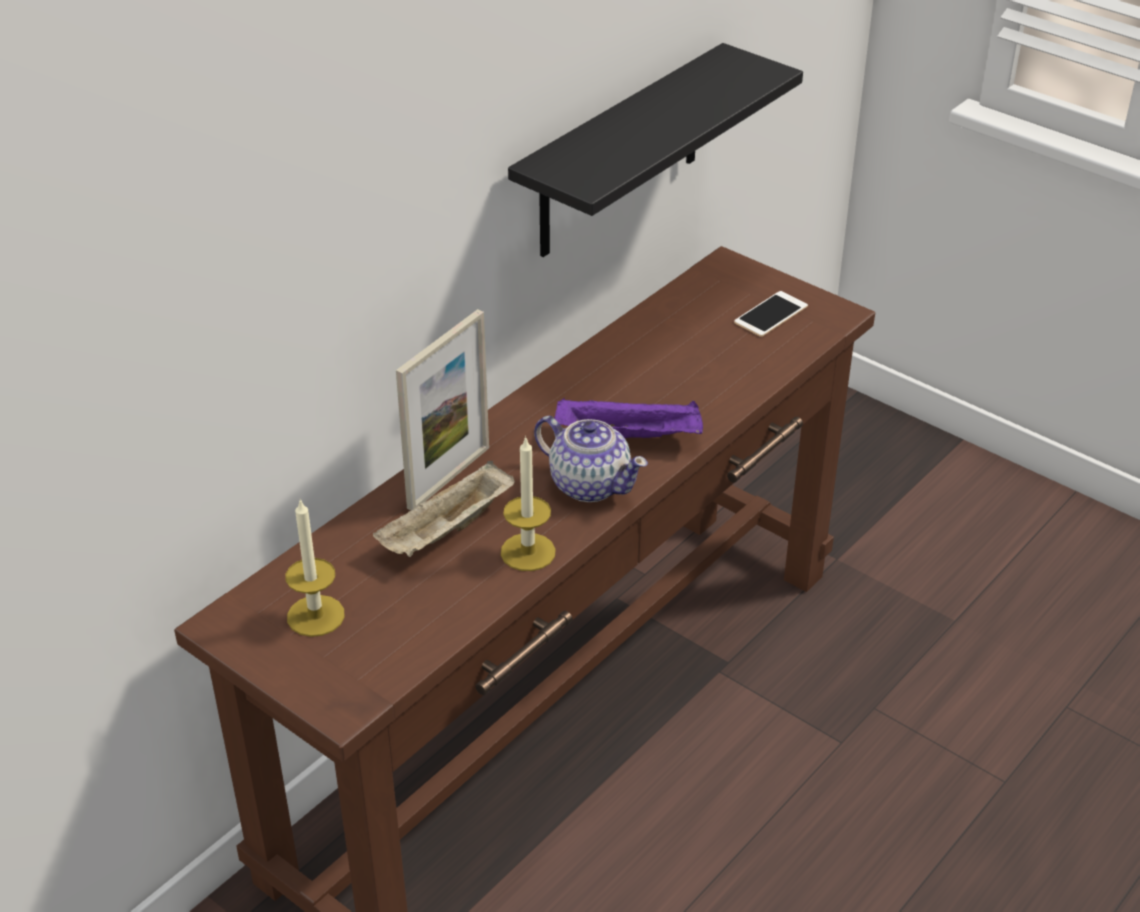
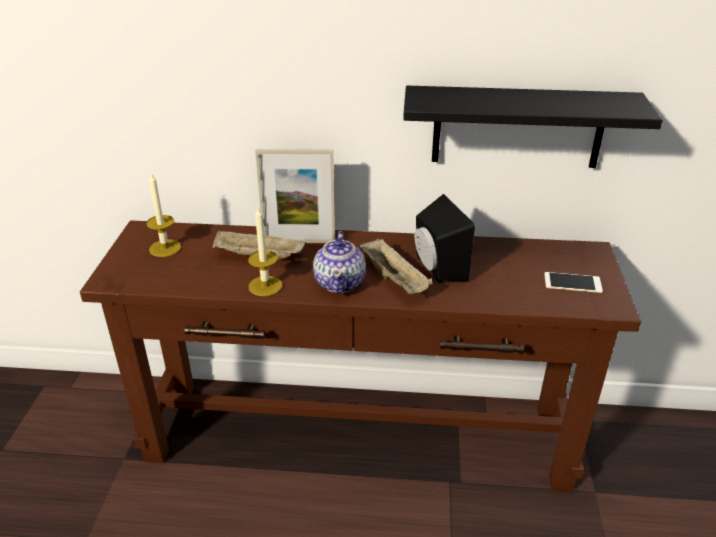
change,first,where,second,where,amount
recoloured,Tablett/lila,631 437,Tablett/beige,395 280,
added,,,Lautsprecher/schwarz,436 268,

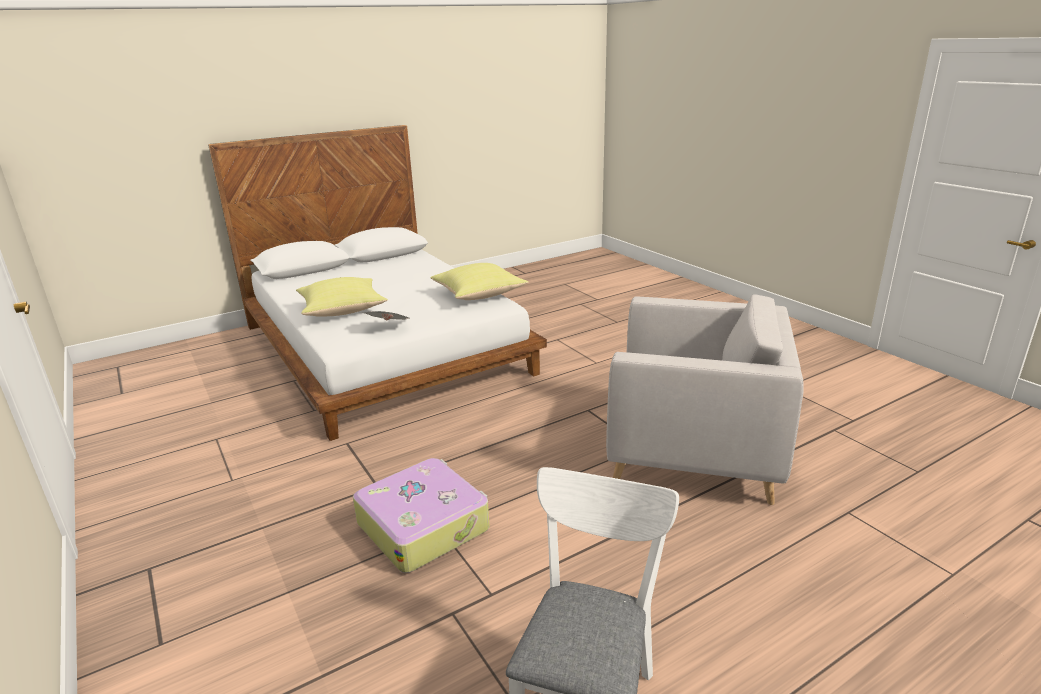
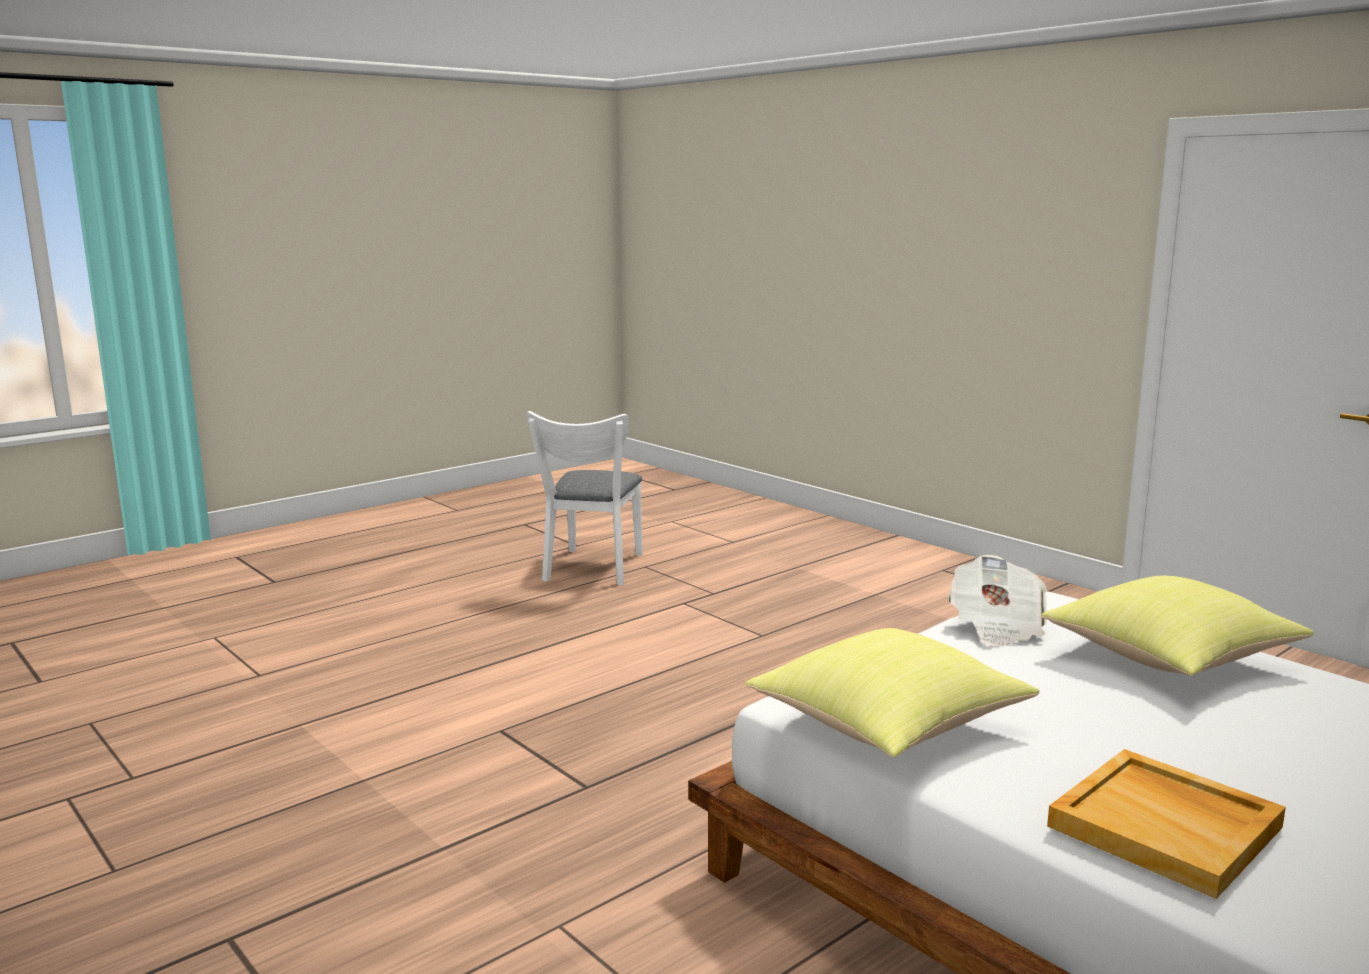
change,first,where,second,where,amount
added,,,Tablett/beige,1167 827,
removed,Koffer,424 525,,,
removed,Sessel/grau,694 448,,,

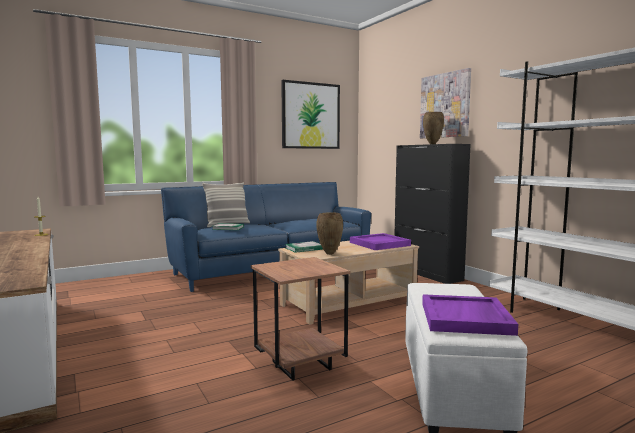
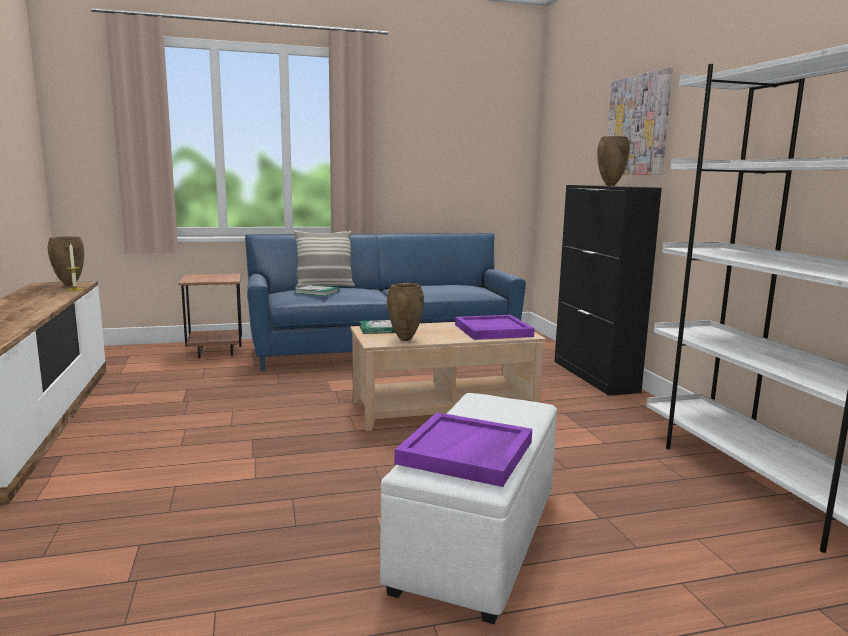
change,first,where,second,where,amount
added,,,Vase/braun,69 285,
moved,Beistelltisch/braun,299 365,,215 352,
removed,Bild,310 115,,,

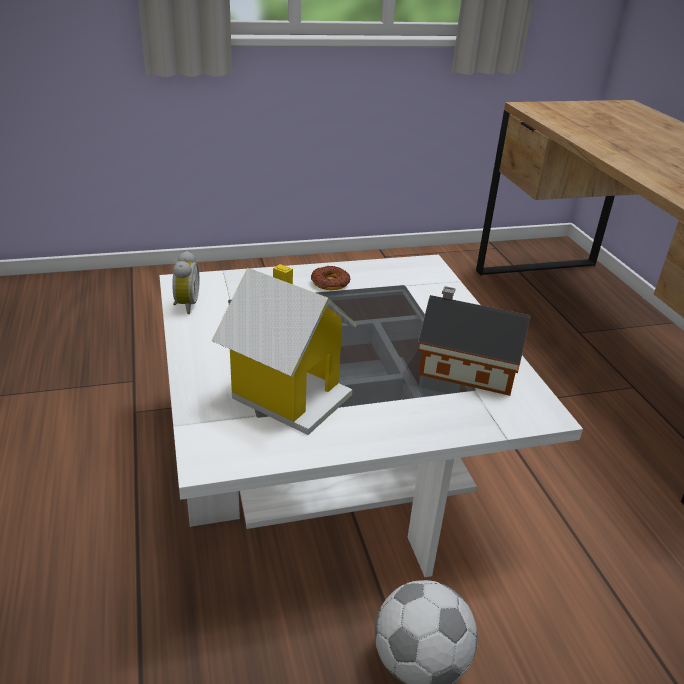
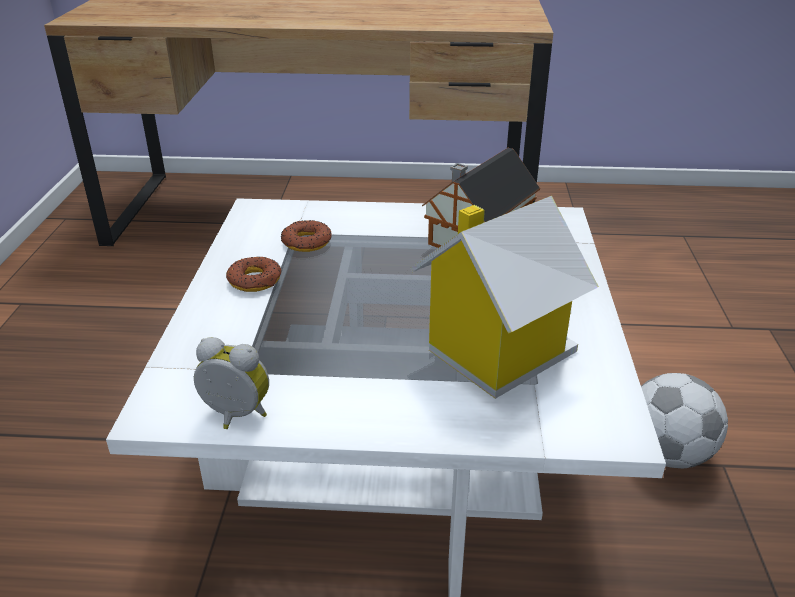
change,first,where,second,where,amount
added,,,Donut,306 242,

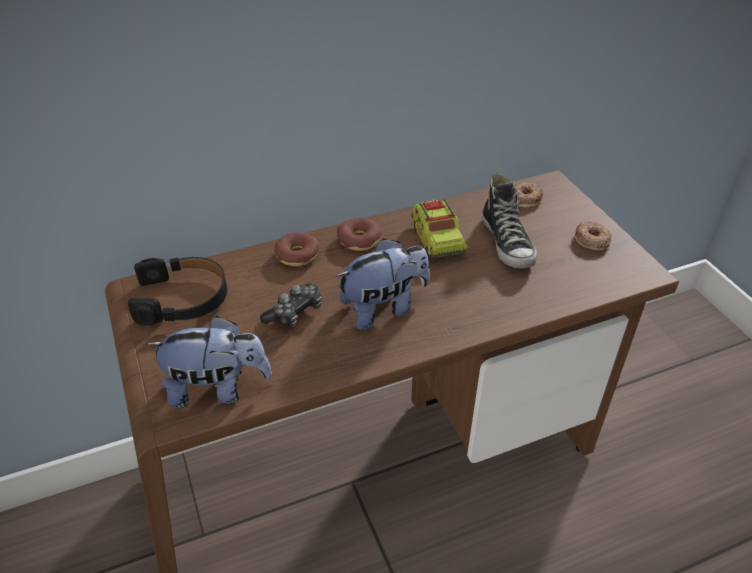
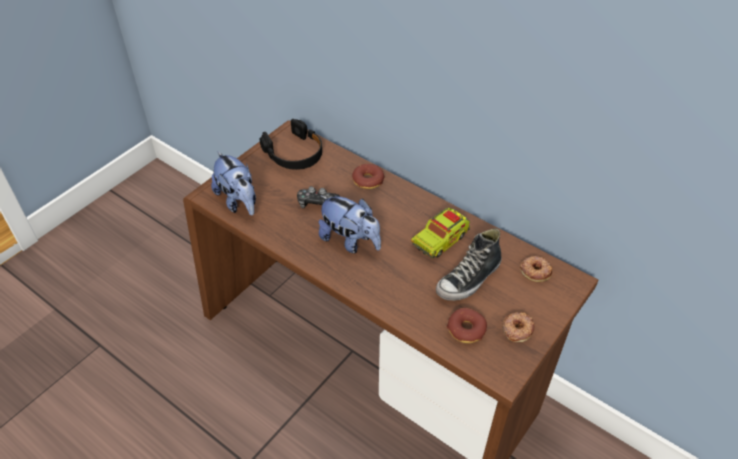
change,first,where,second,where,amount
moved,Donut,359 240,,466 329,

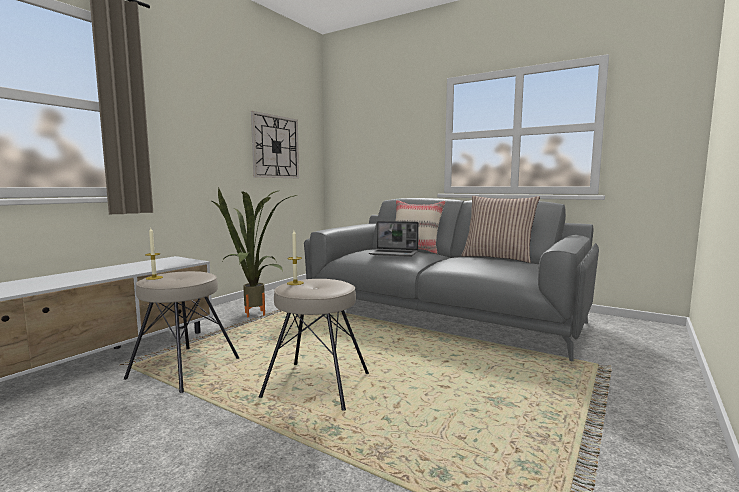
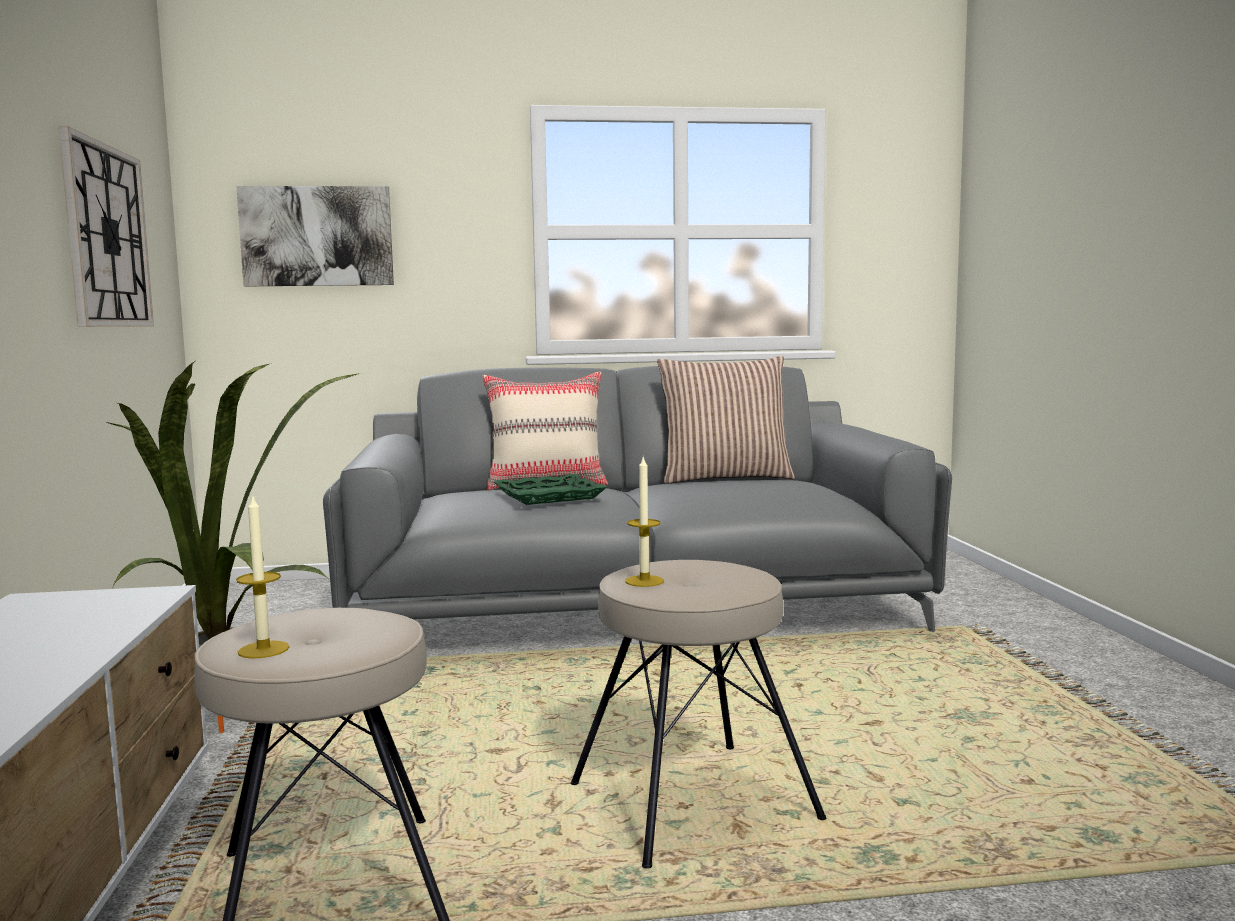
change,first,where,second,where,amount
added,,,Bild,317 236,
replaced,Laptop,394 253,Tablett/grün,549 496,

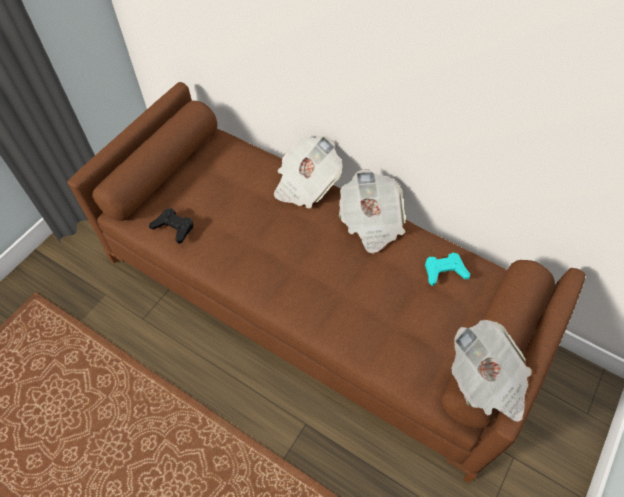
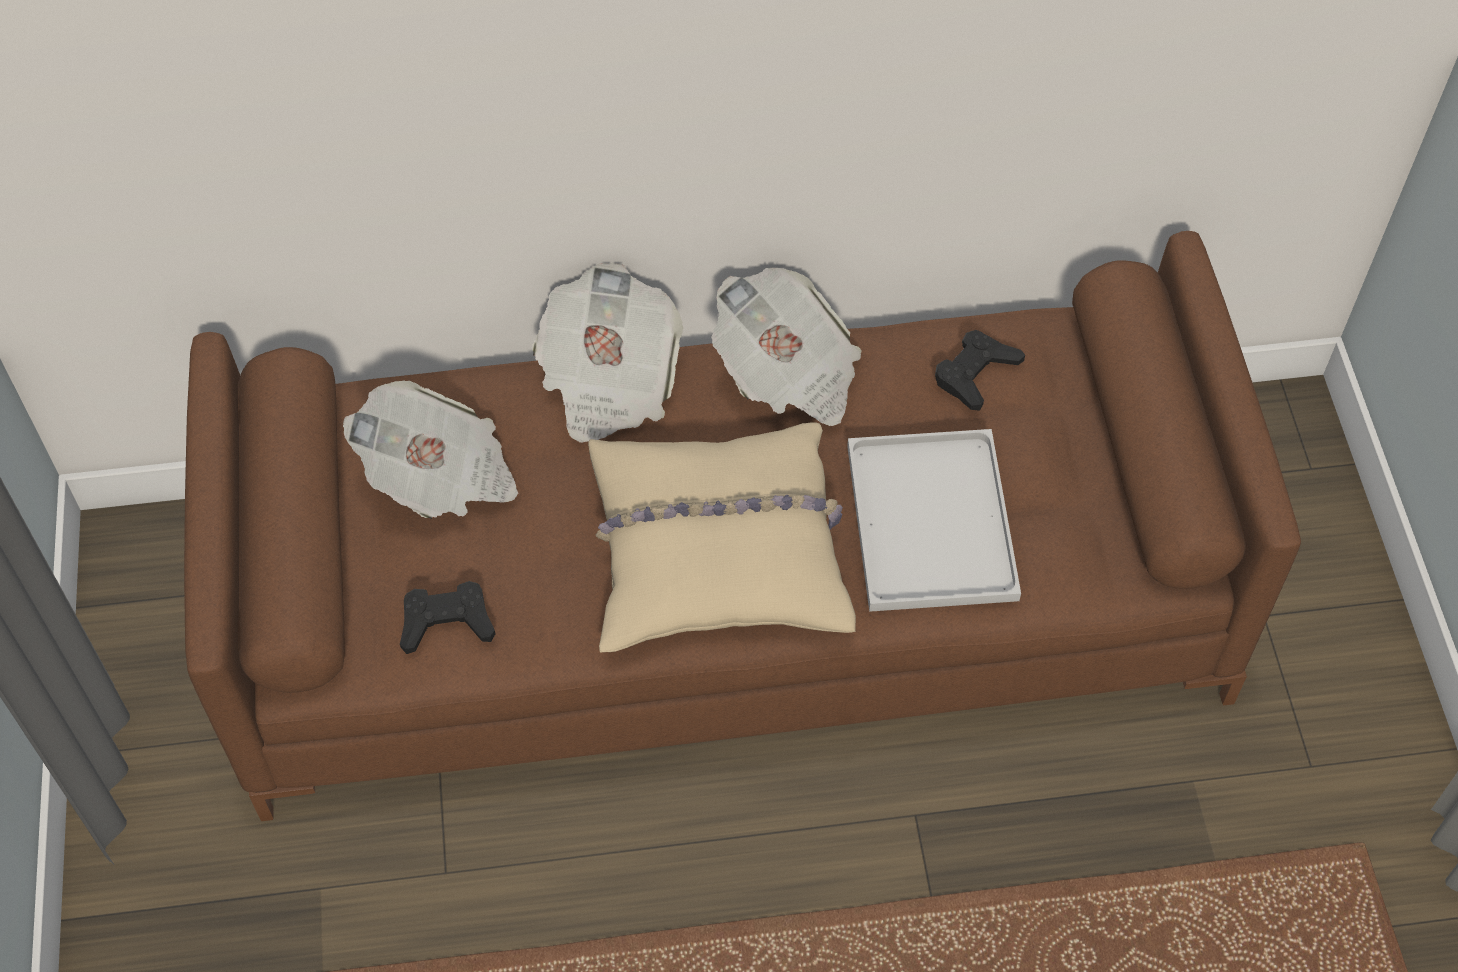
change,first,where,second,where,amount
moved,Zeitung,486 381,,440 476,
added,,,Kissen/beige,718 550,
added,,,Tablett/weiß,928 518,
recoloured,Gamepad/türkis,444 271,Gamepad/schwarz,975 374,

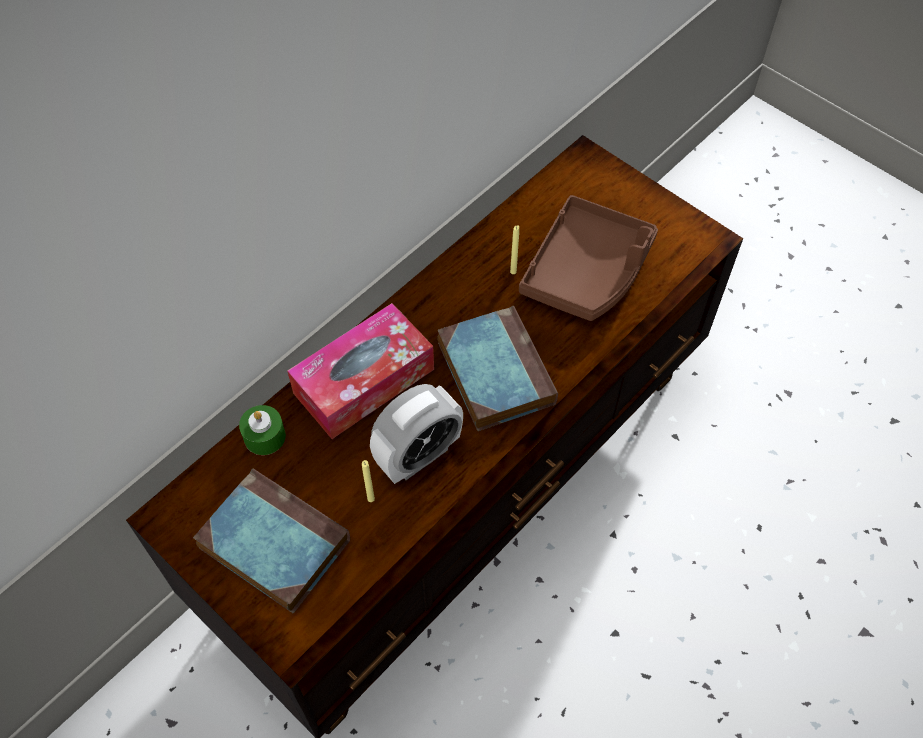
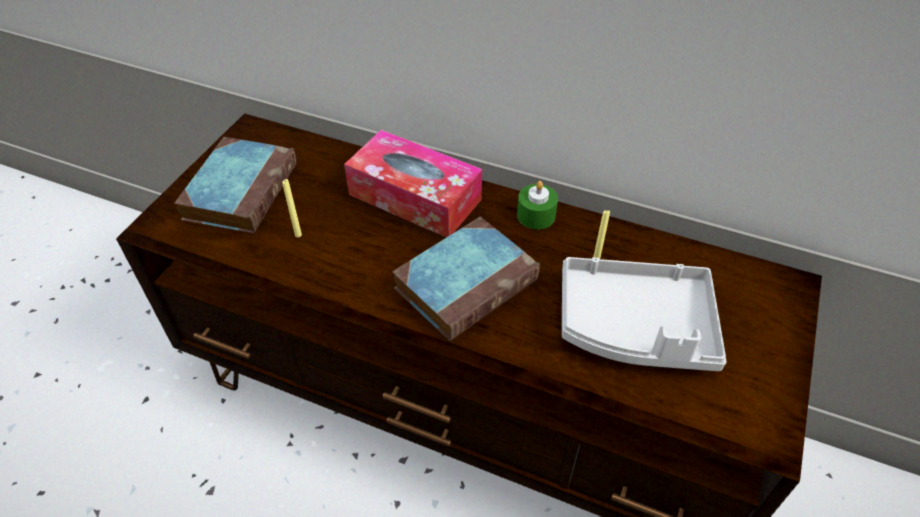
change,first,where,second,where,amount
moved,Kerze/grün,264 436,,536 215,
recoloured,Tablett/braun,587 271,Tablett/grau,636 326,
removed,Wecker,418 455,,,

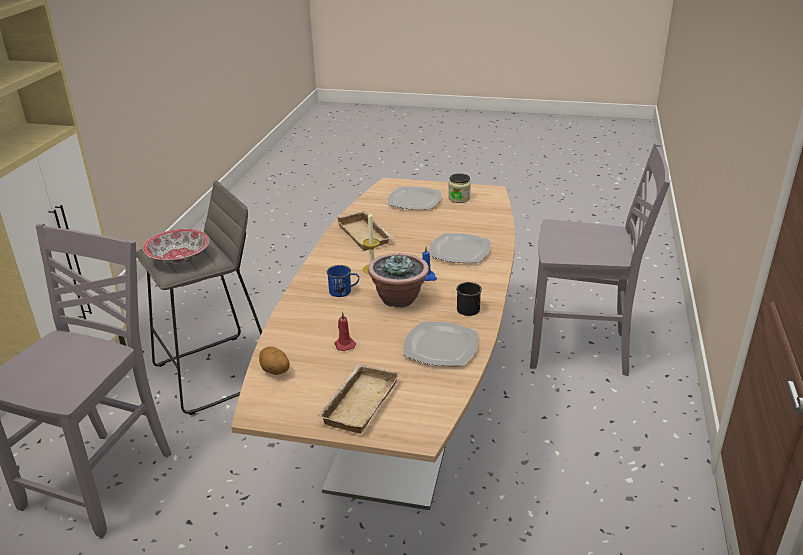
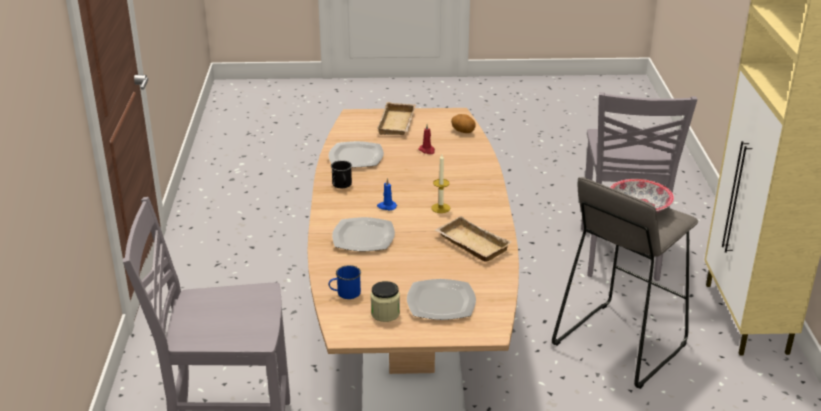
change,first,where,second,where,amount
moved,Henkelbecher/blau,344 291,,345 293,
removed,Topfpflanze,398 299,,,

